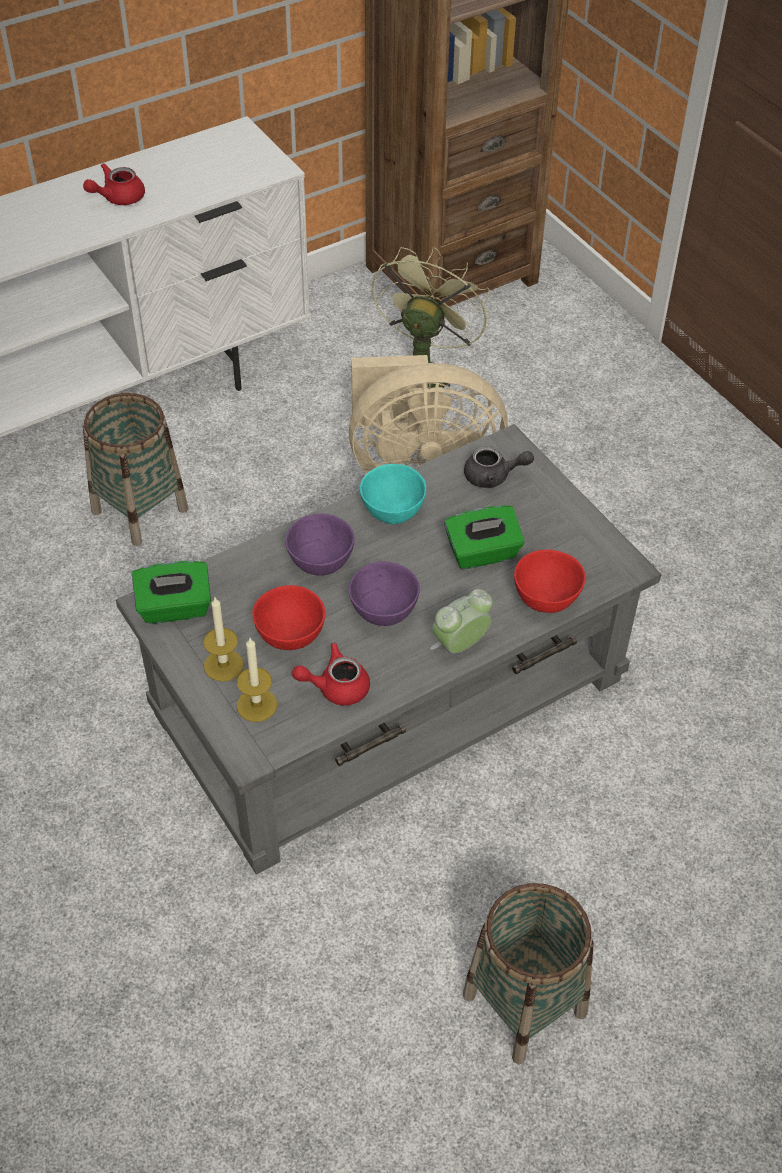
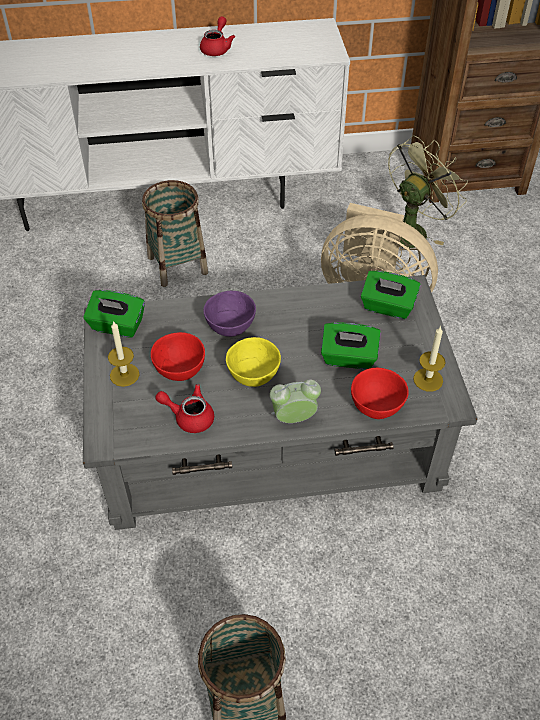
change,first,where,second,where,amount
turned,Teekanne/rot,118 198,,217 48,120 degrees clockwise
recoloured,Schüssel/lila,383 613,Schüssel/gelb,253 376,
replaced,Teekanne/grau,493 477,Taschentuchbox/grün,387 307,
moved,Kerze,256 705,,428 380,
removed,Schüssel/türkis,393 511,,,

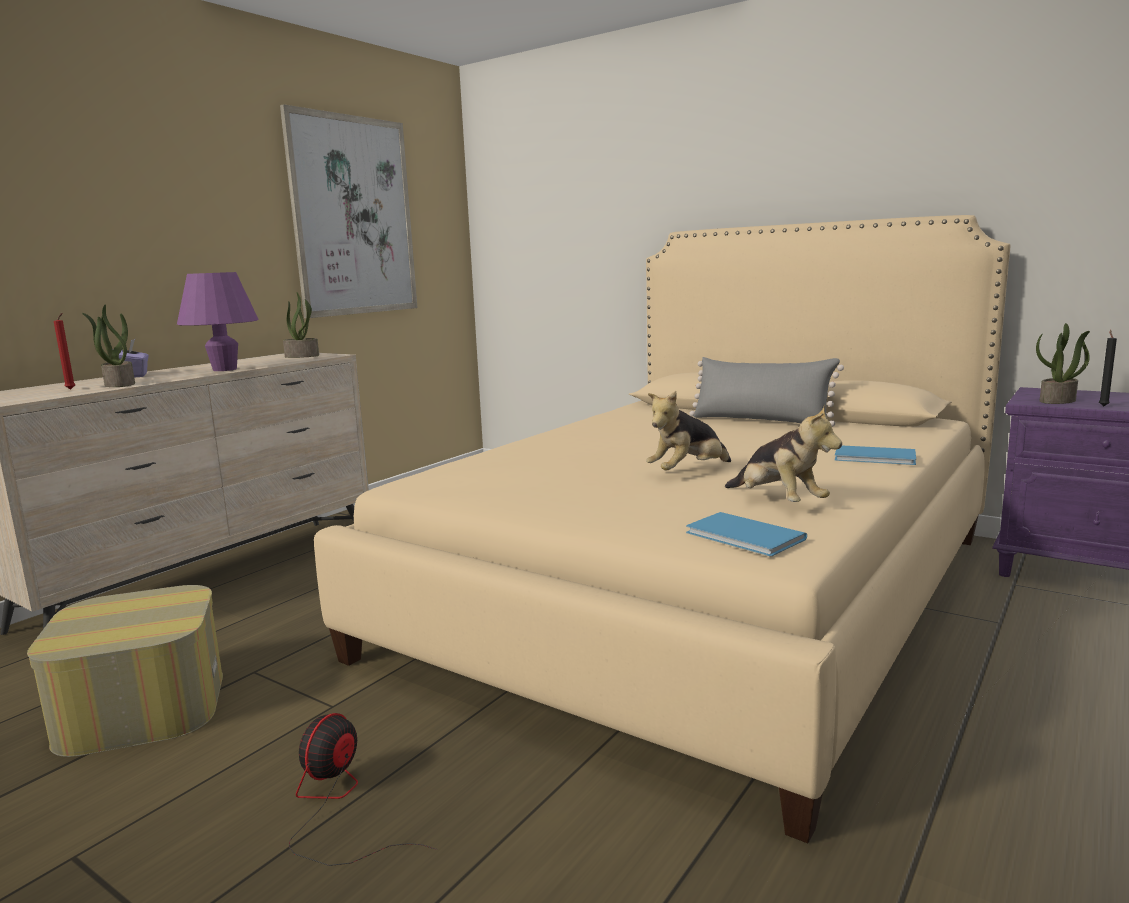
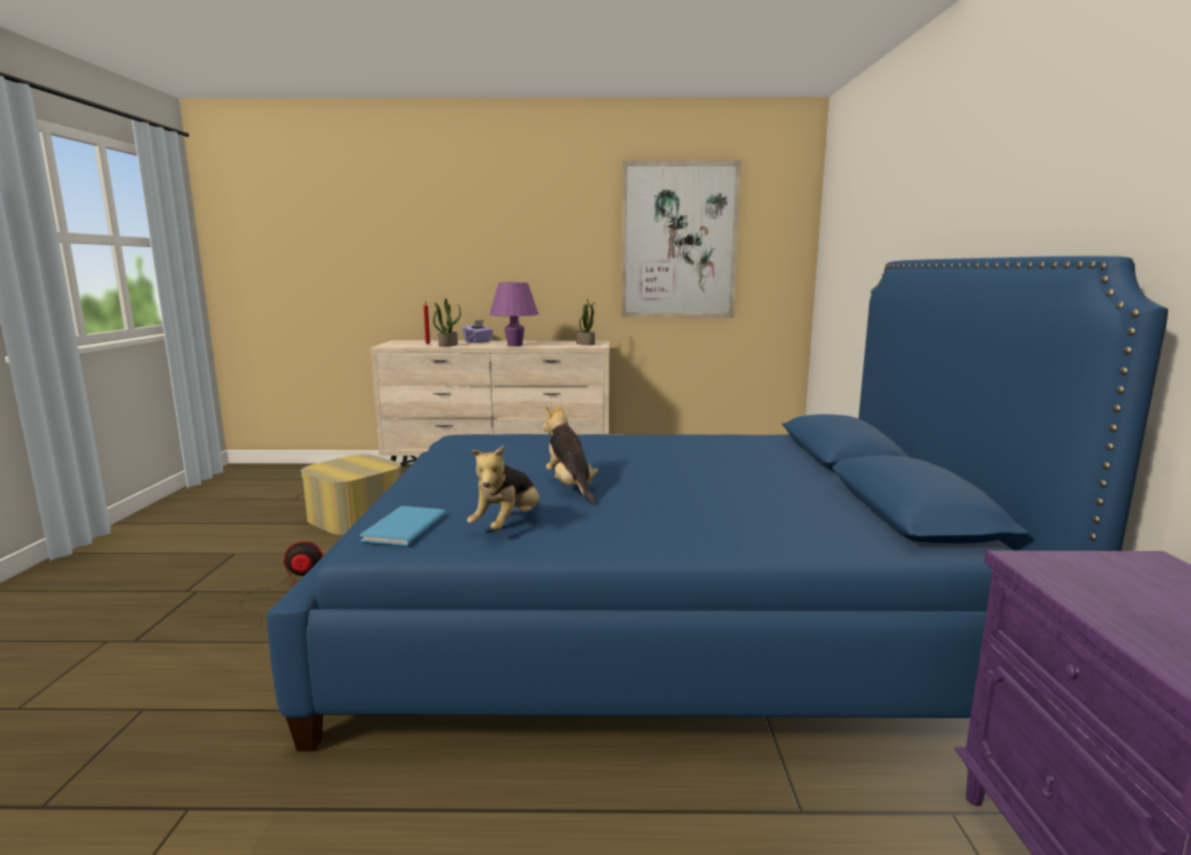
change,first,where,second,where,amount
recoloured,Bett/beige,700 592,Bett/blau,659 614,
turned,Plüschtier,688 472,,570 487,45 degrees clockwise
removed,Kissen/grau,761 421,,,
removed,Buch/blau,877 457,,,
removed,Topfpflanze,1058 401,,,
removed,Kerze/schwarz,1103 406,,,

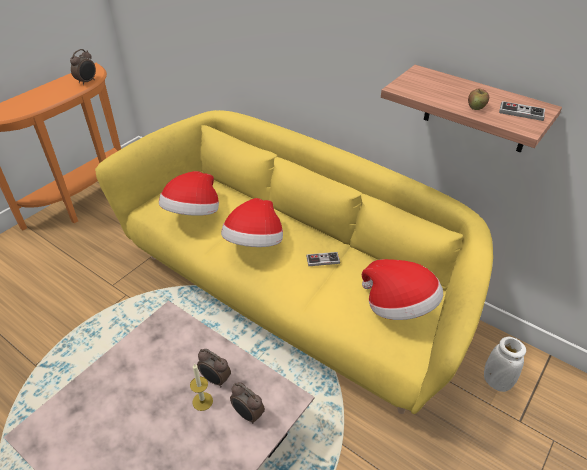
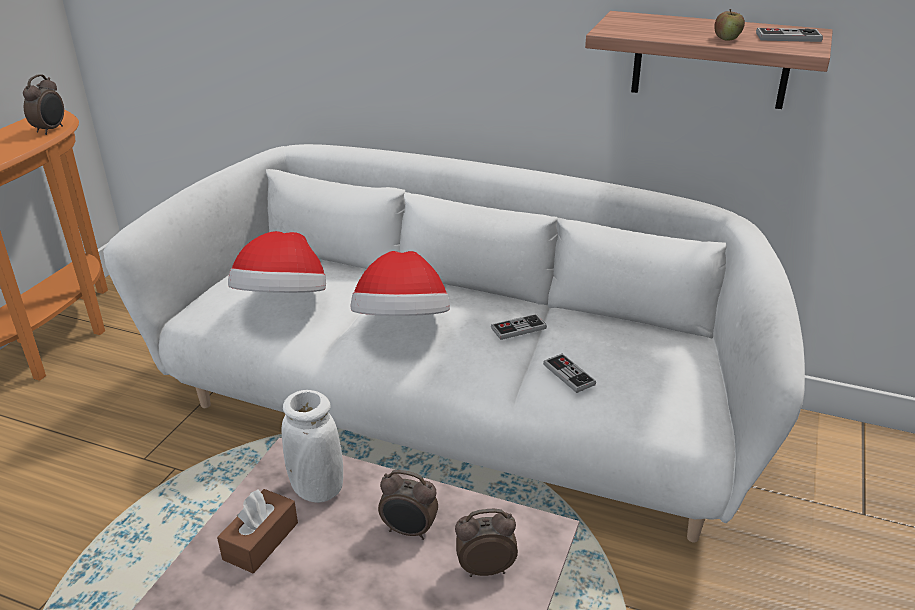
change,first,where,second,where,amount
recoloured,Sofa/gelb,292 293,Sofa/weiß,457 414,
added,,,Taschentuchbox/braun,261 541,
moved,Vase/weiß,496 381,,317 489,
turned,Wecker,247 415,,485 568,150 degrees clockwise
added,,,Gamepad,569 374,
removed,Kerze,202 401,,,
removed,Hut,399 306,,,

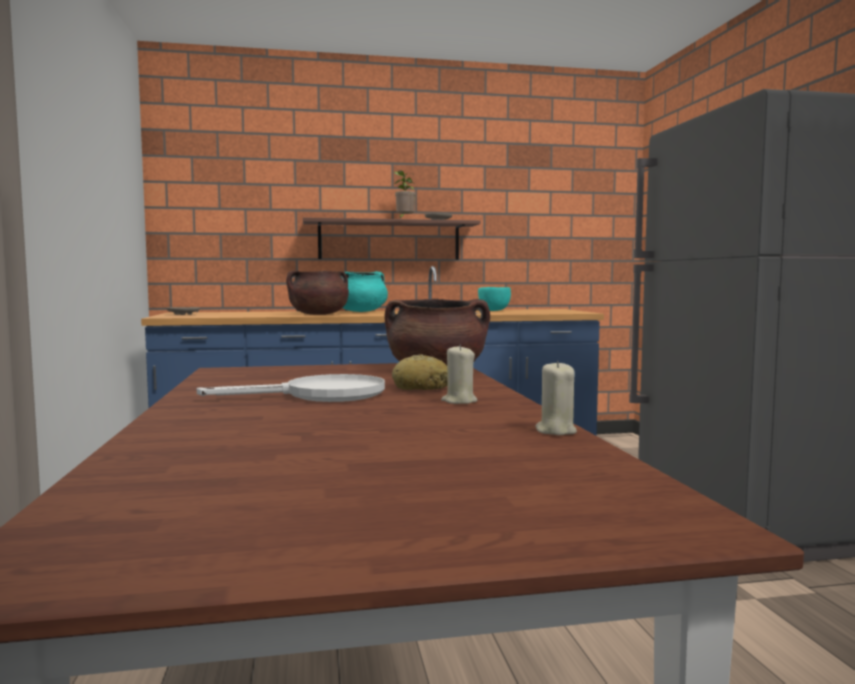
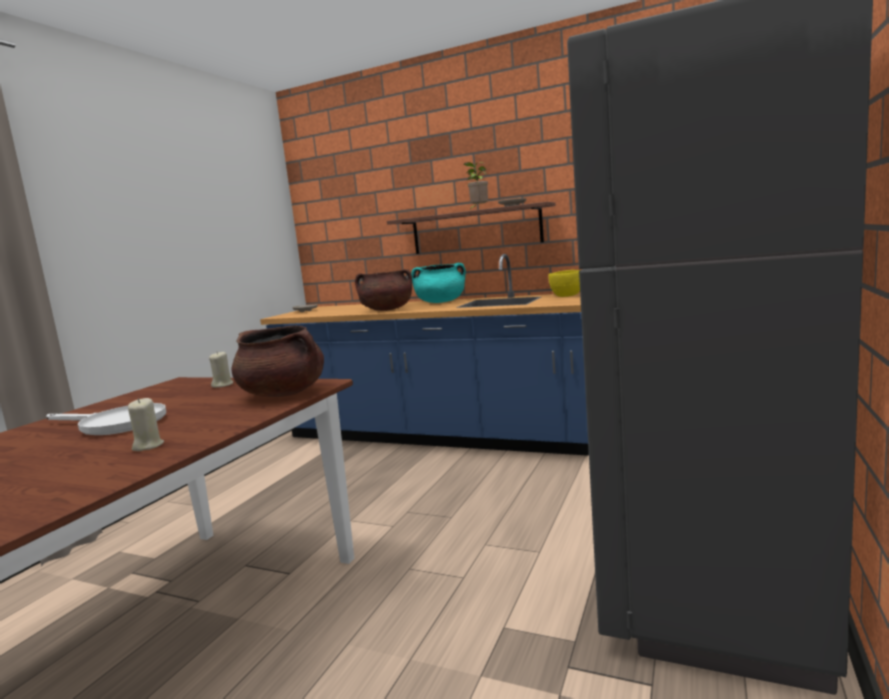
change,first,where,second,where,amount
moved,Kerze/beige,555 431,,223 385,
recoloured,Schüssel/türkis,494 310,Schüssel/gelb,567 296,
removed,Brot,421 387,,,

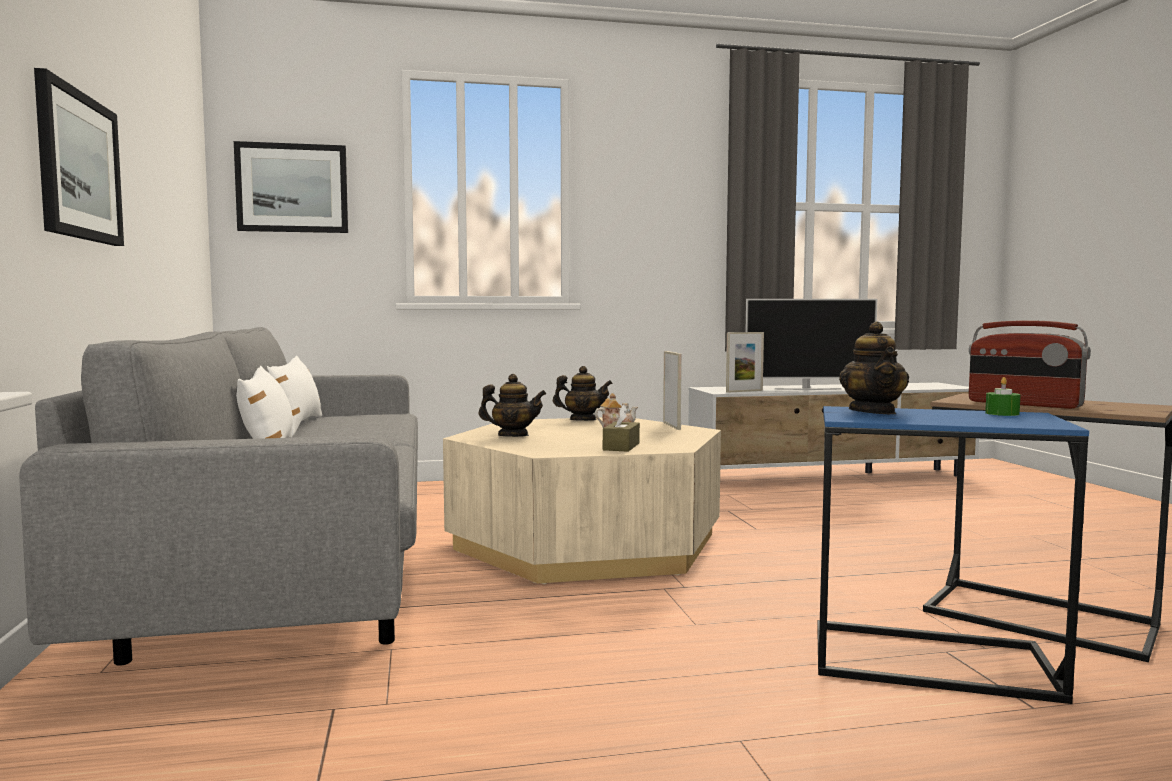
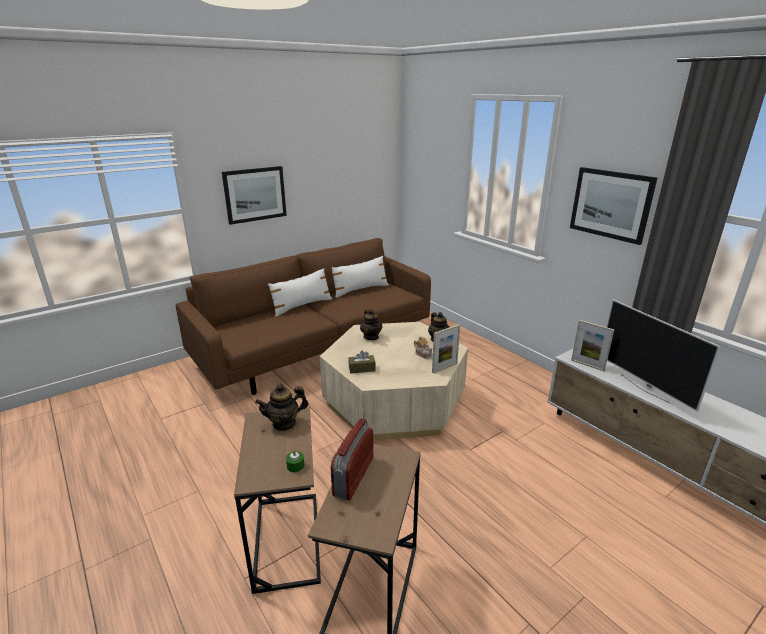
change,first,where,second,where,amount
recoloured,Sofa/grau,299 567,Sofa/braun,316 349,
recoloured,Beistelltisch/blau,930 661,Beistelltisch/braun,286 539,
moved,Bild,292 188,,611 204,

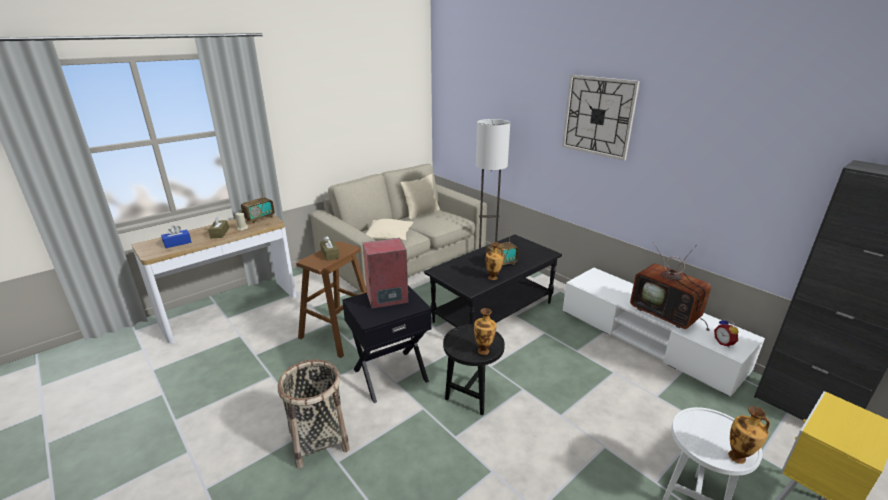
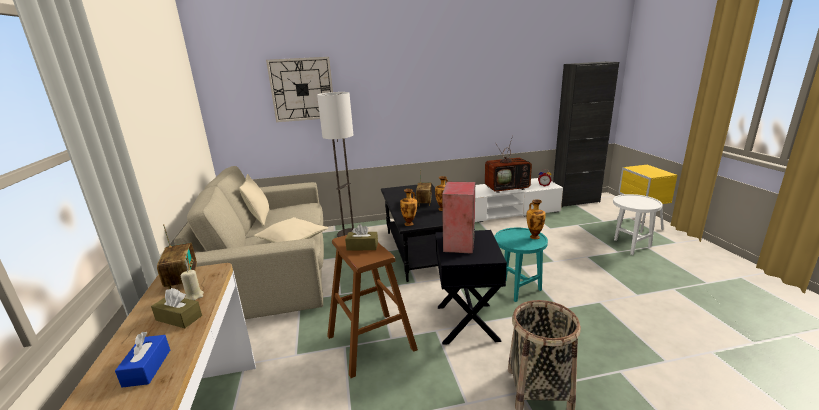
change,first,where,second,where,amount
moved,Wanduhr,598 116,,302 89,
moved,Vase,738 458,,409 224,
recoloured,Beistelltisch/schwarz,471 395,Beistelltisch/türkis,517 288,

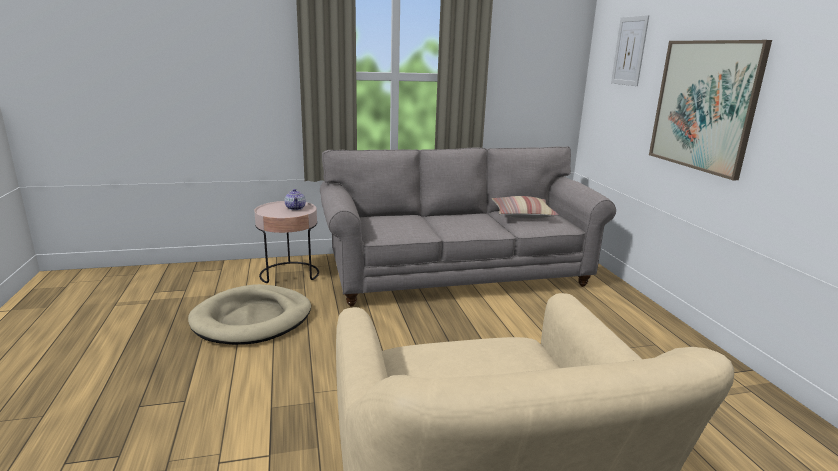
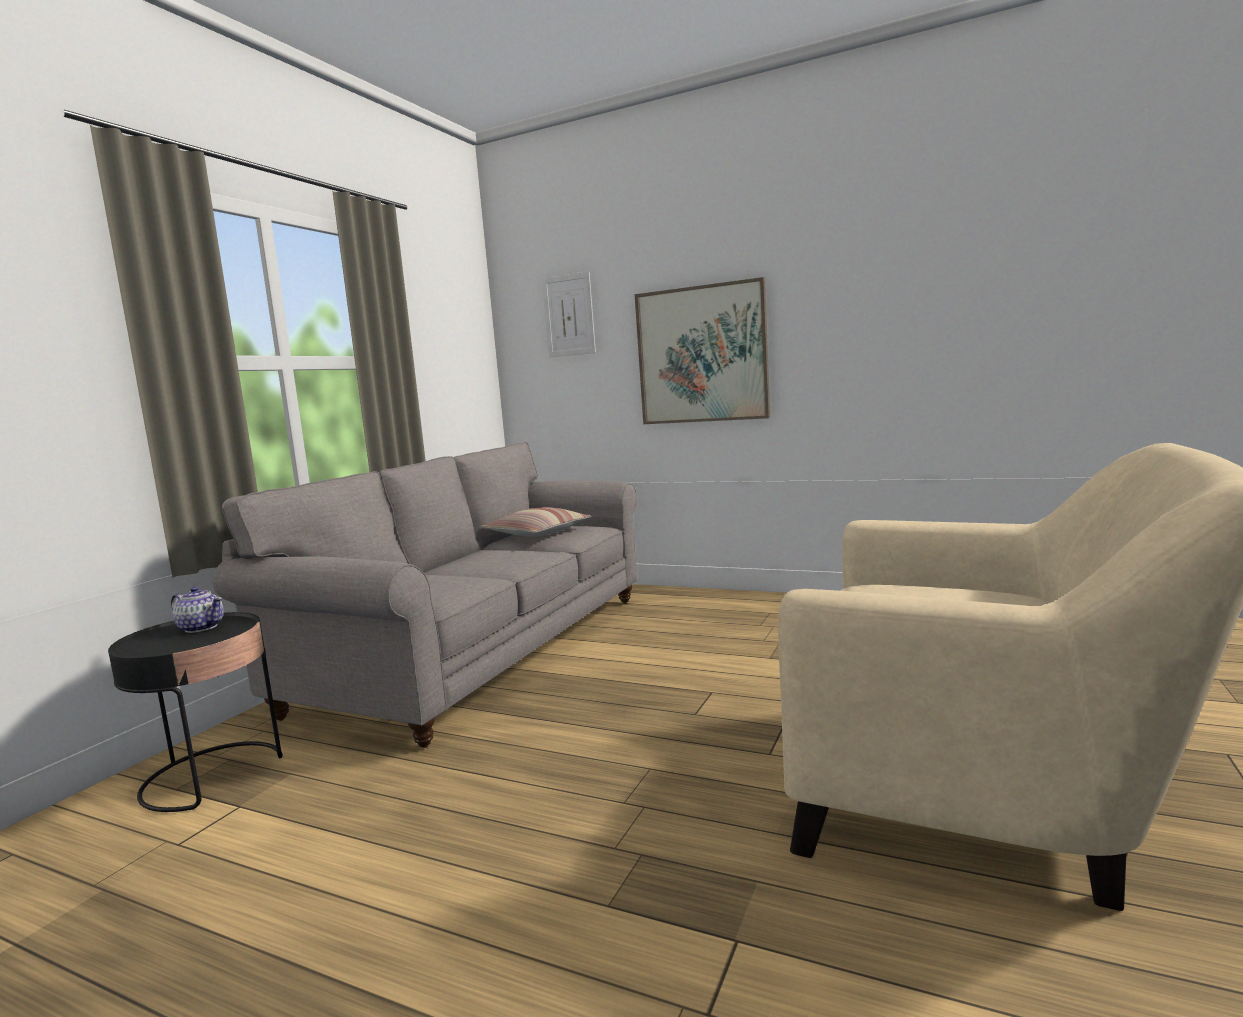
change,first,where,second,where,amount
recoloured,Beistelltisch/rosa,289 274,Beistelltisch/schwarz,213 775,
removed,Hundebett/beige,253 319,,,

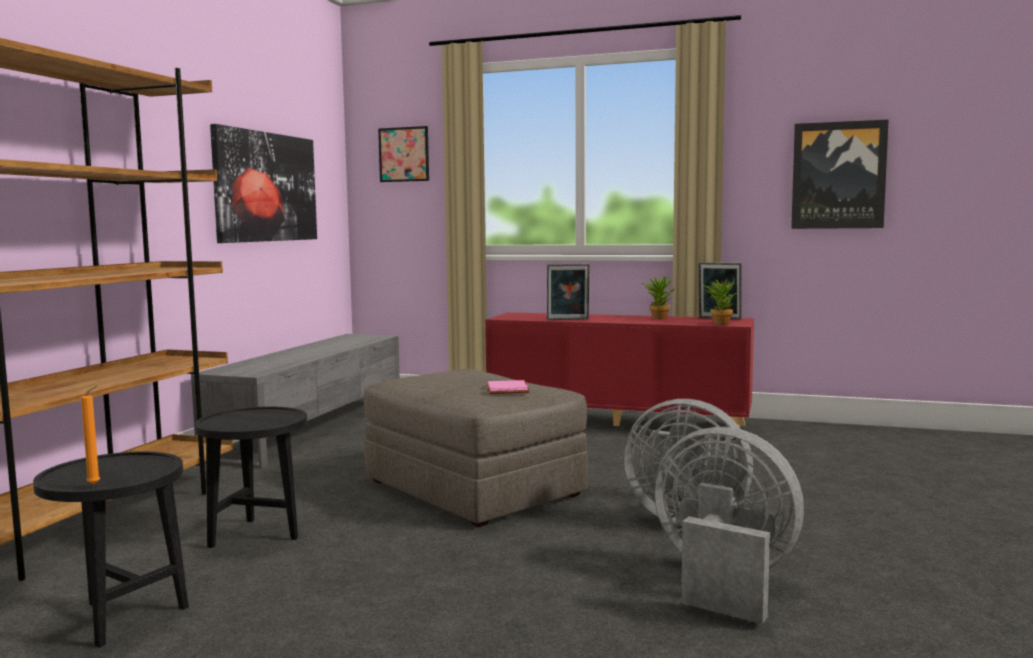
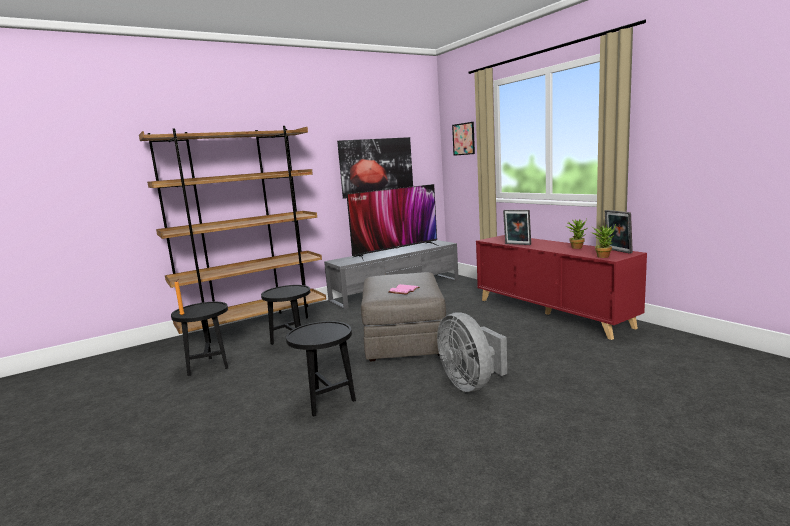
change,first,where,second,where,amount
added,,,Beistelltisch/schwarz,326 400,
added,,,Fernseher,396 251,
removed,Ventilator/grau,723 581,,,
removed,Bild,838 175,,,

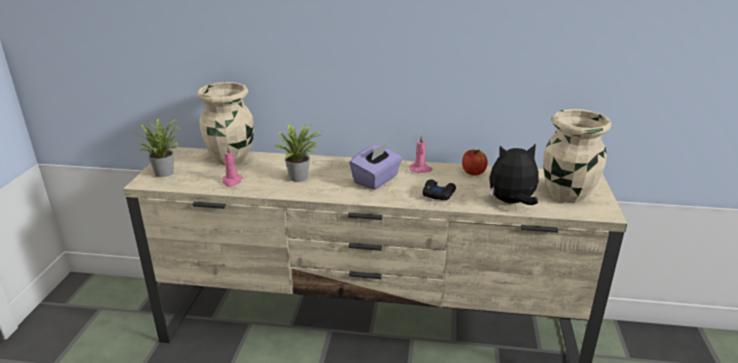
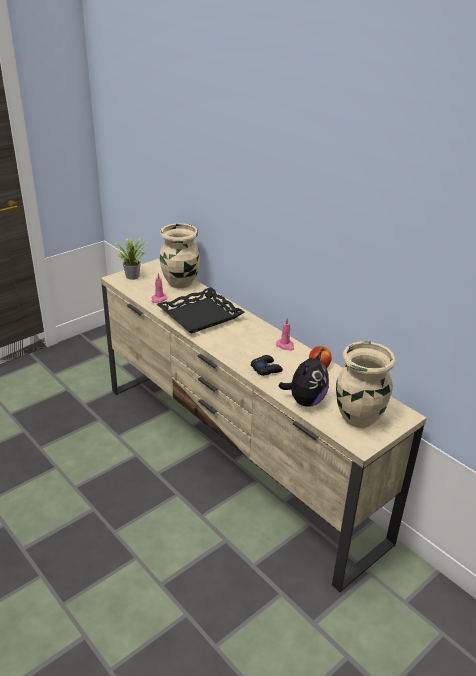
change,first,where,second,where,amount
replaced,Topfpflanze,301 178,Tablett/schwarz,200 315,
turned,Plüschtier,511 202,,305 401,90 degrees clockwise
removed,Taschentuchbox/lila,376 179,,,

